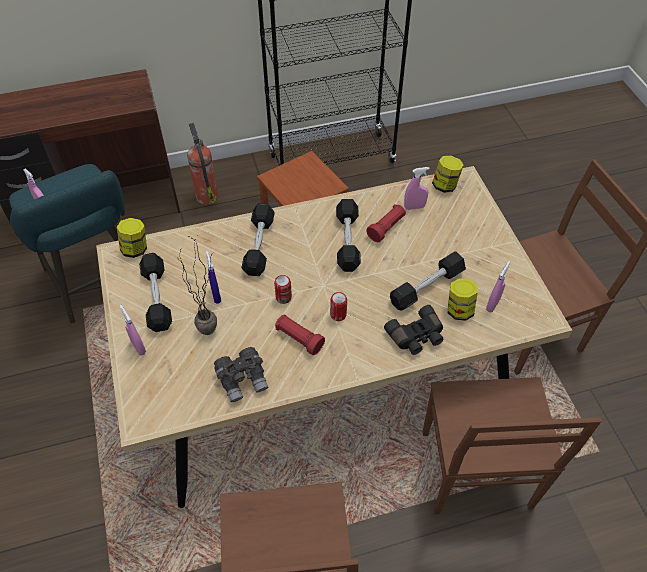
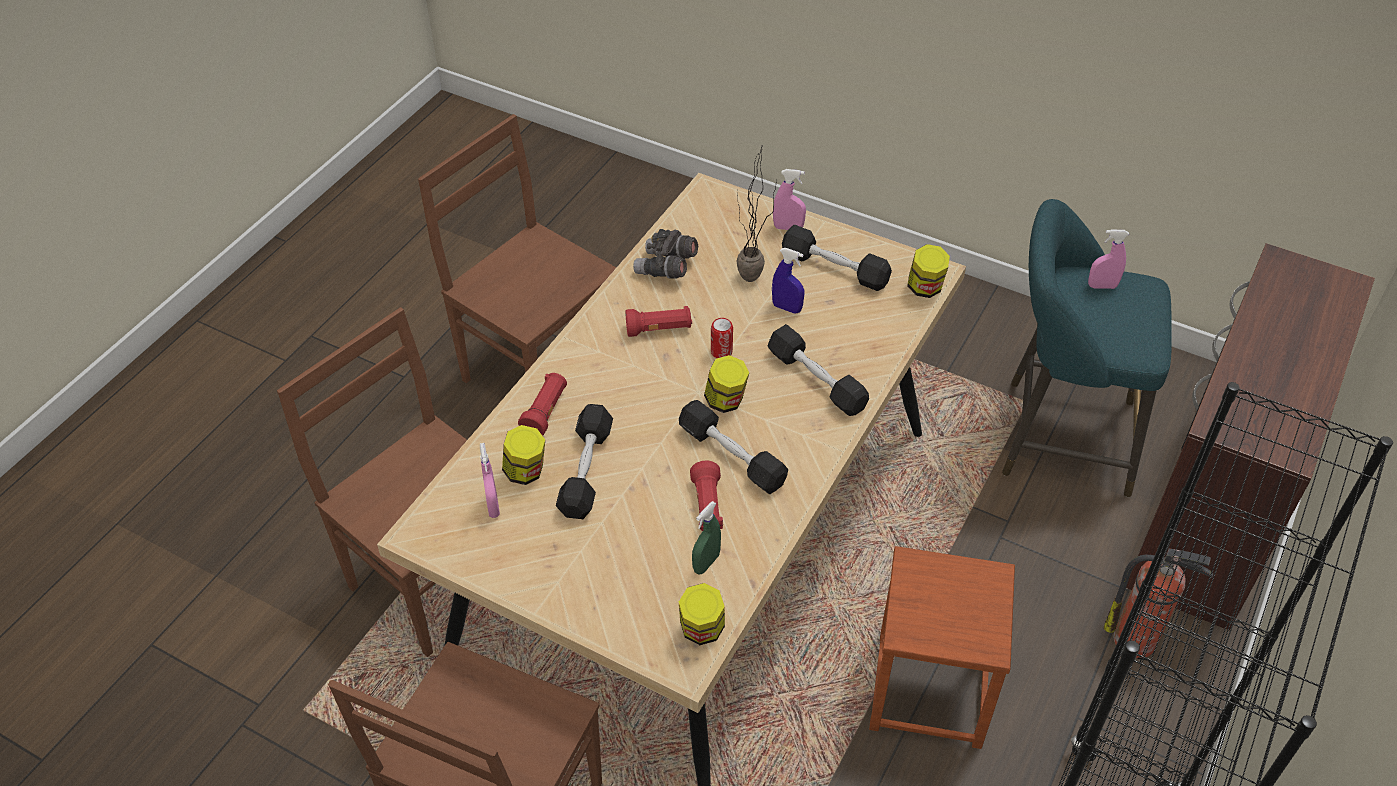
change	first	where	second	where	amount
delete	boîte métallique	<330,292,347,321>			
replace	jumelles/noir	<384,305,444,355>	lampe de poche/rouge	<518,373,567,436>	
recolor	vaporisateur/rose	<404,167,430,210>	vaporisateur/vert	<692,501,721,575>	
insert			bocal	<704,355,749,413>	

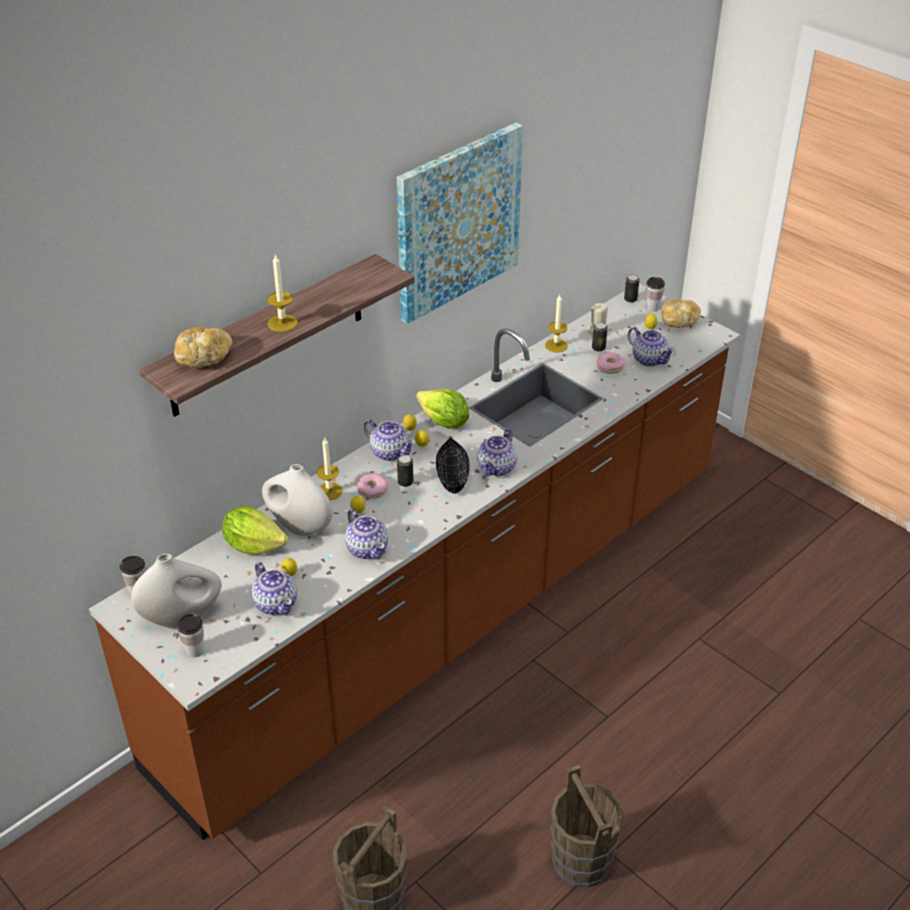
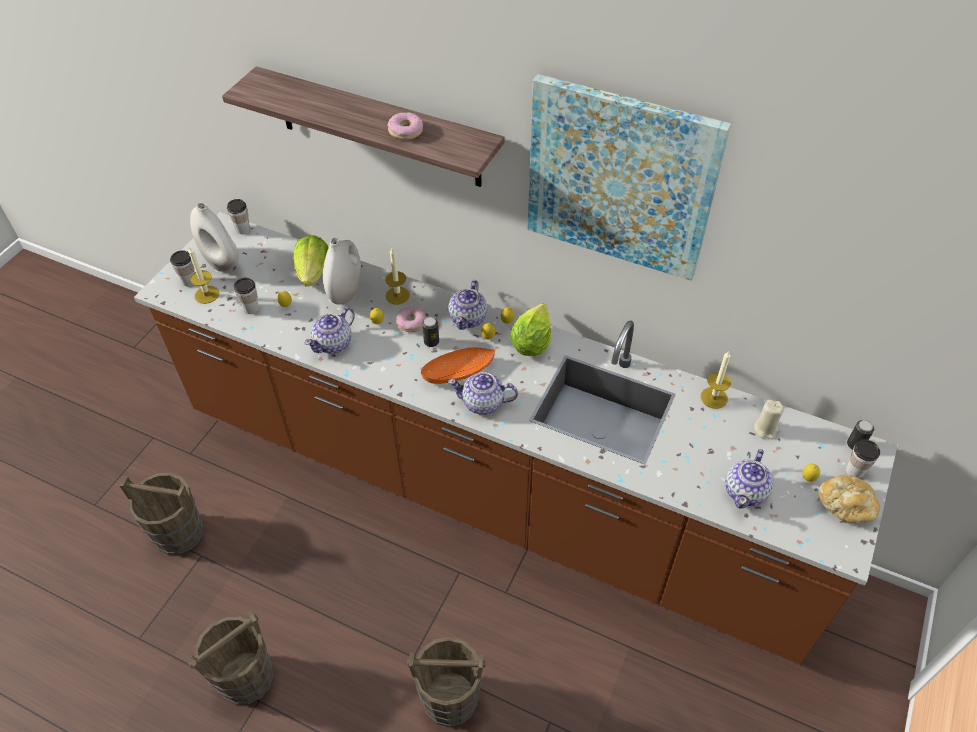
change	first	where	second	where	amount
delete	pain	<174,327,232,368>			
replace	théière	<251,562,297,615>	tasse	<234,278,259,314>	
move	bougie	<267,254,298,332>		<189,247,219,304>	
recolor	bol/noir	<436,437,470,494>	bol/orange	<421,347,495,384>	
delete	boîte métallique	<592,322,608,352>			
move	beignet	<597,352,625,374>		<388,112,423,140>	
insert			seau/marron	<407,637,486,727>	

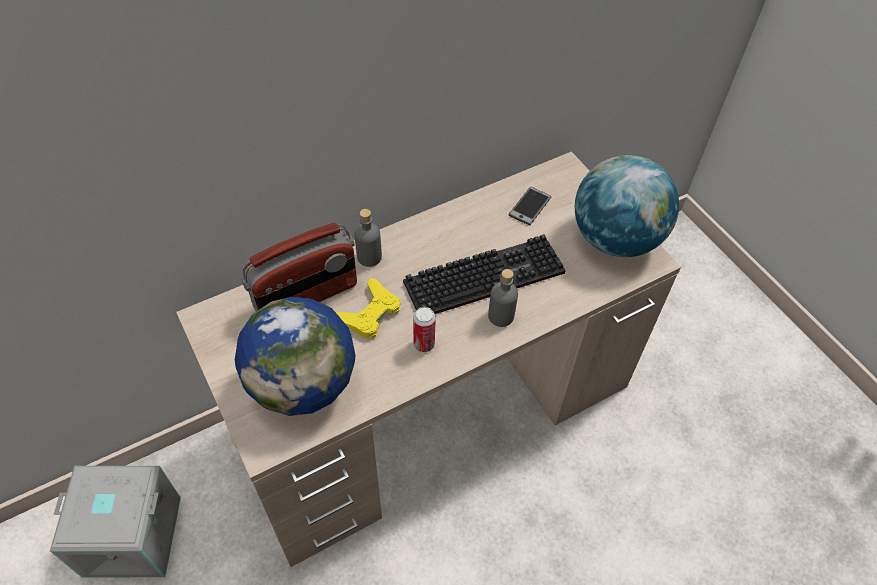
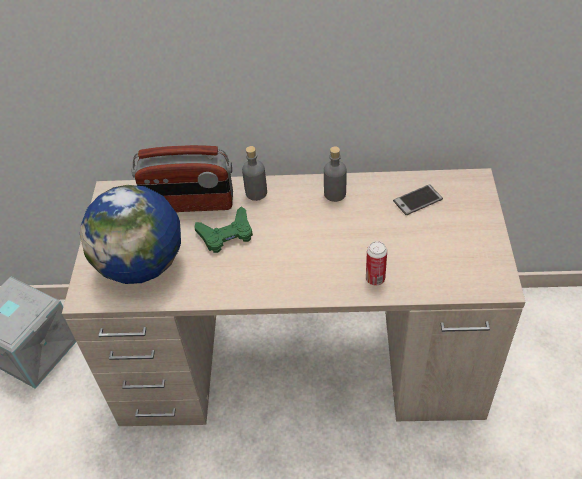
change	first	where	second	where	amount
recolor	manette/jaune	<337,278,401,338>	manette/vert	<194,206,253,253>	
delete	clavier	<403,234,566,314>			
move	boîte métallique	<413,307,436,352>		<366,241,387,286>	
move	bouteille/gris	<488,269,518,327>		<324,146,347,202>	
delete	globe	<575,155,679,257>			

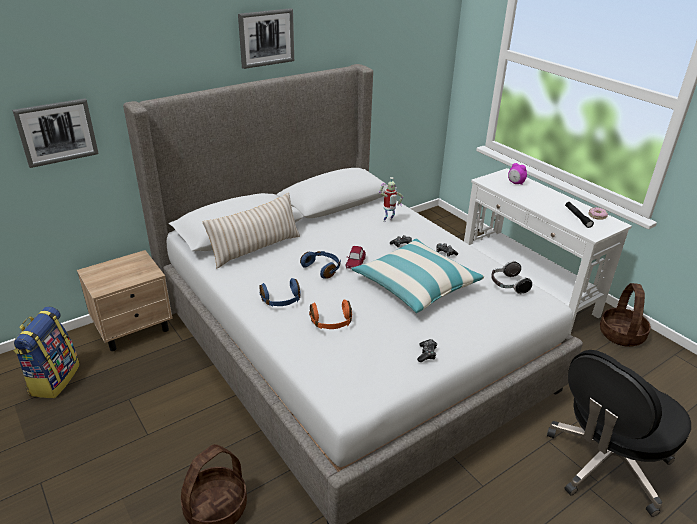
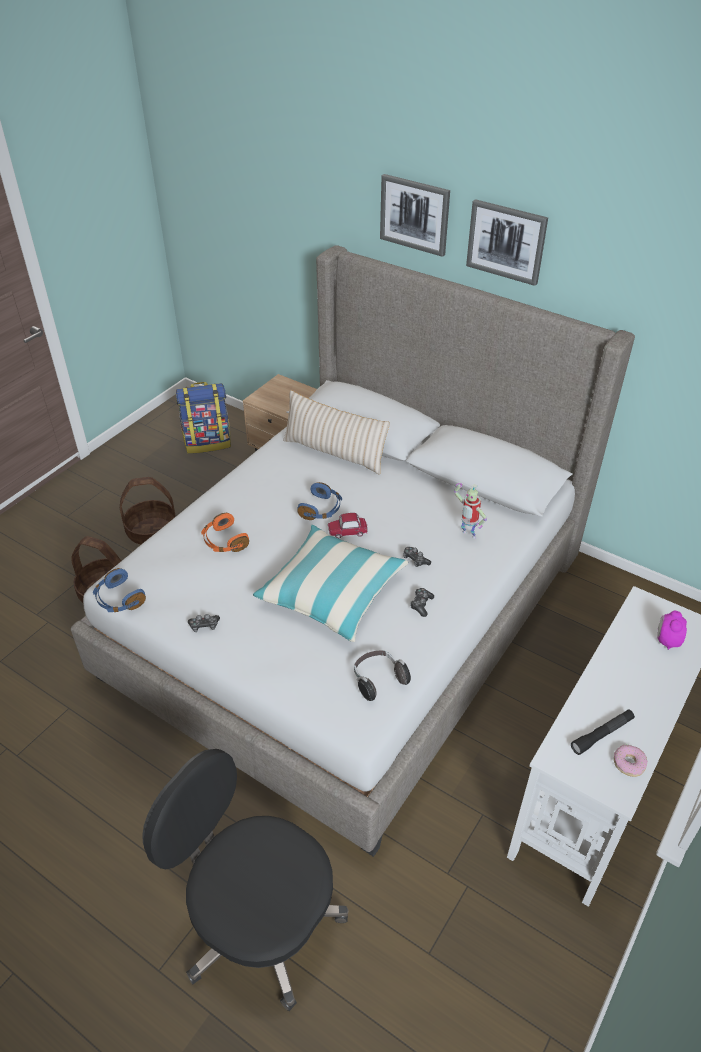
change	first	where	second	where	amount
move	tableau	<12,98,99,168>		<380,174,450,257>	
move	casque audio/bleu	<259,278,301,306>		<93,568,146,612>	
move	panier	<600,283,651,347>		<120,477,176,544>	

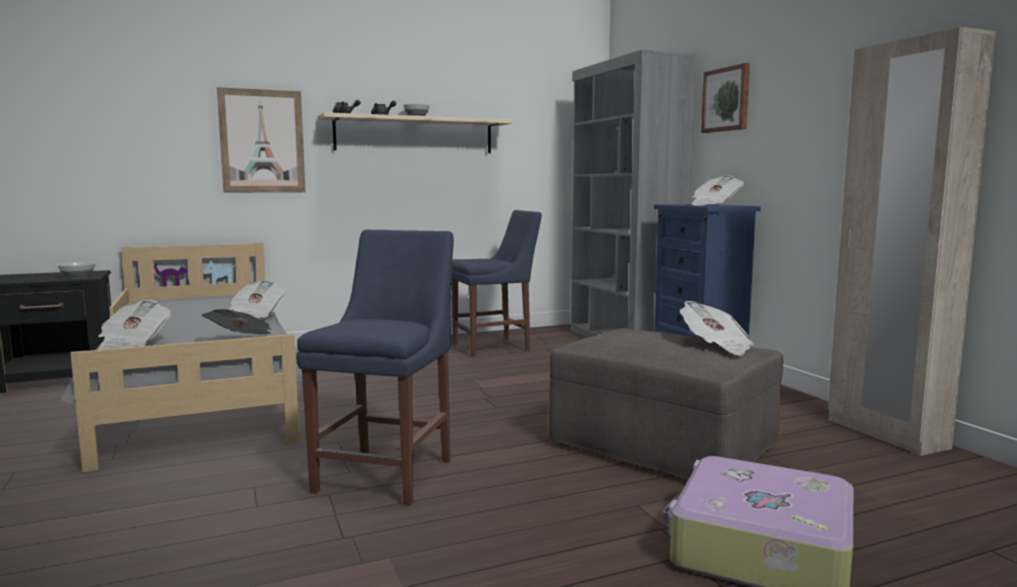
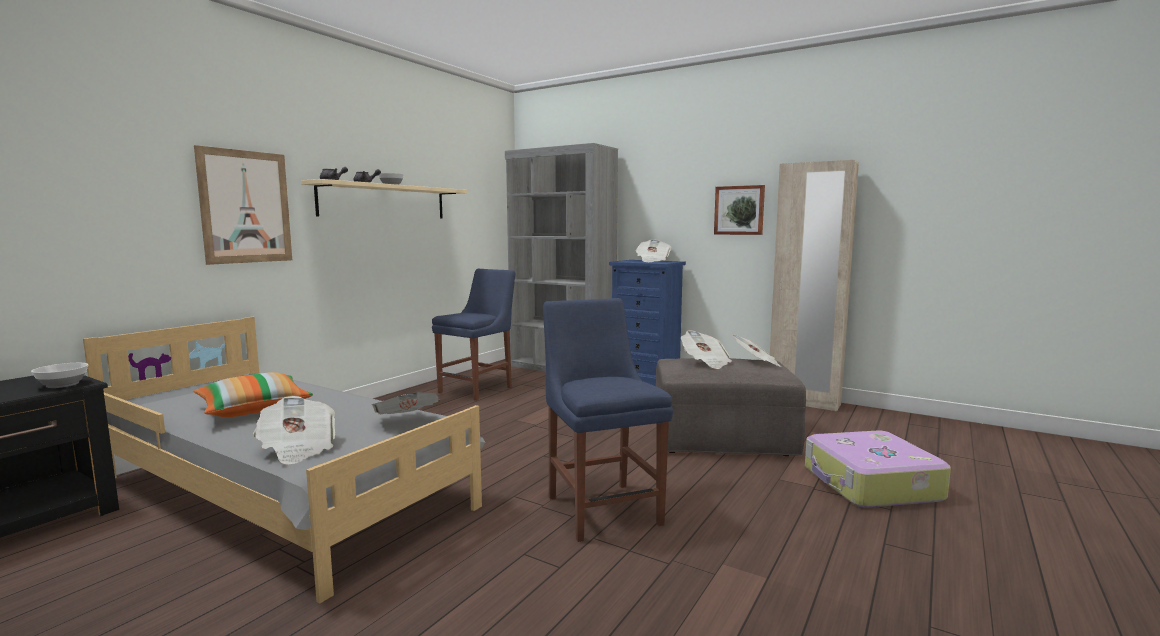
change	first	where	second	where	amount
move	journal	<229,280,286,318>		<681,330,732,369>	
move	tableau	<701,63,750,133>		<714,185,765,235>	
insert			coussin	<194,372,313,417>	

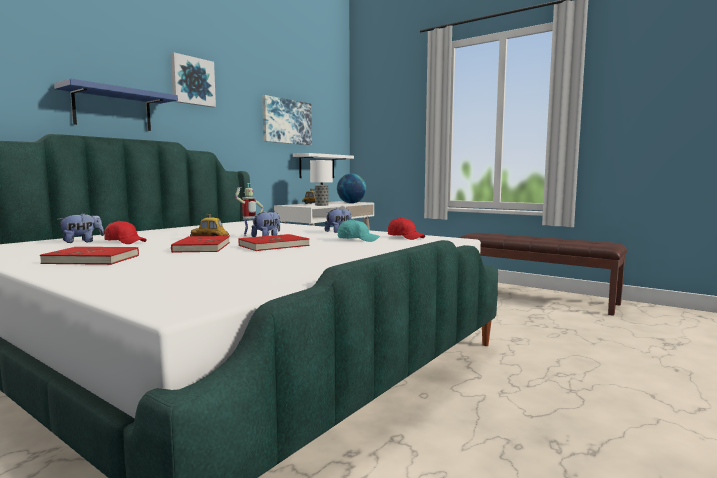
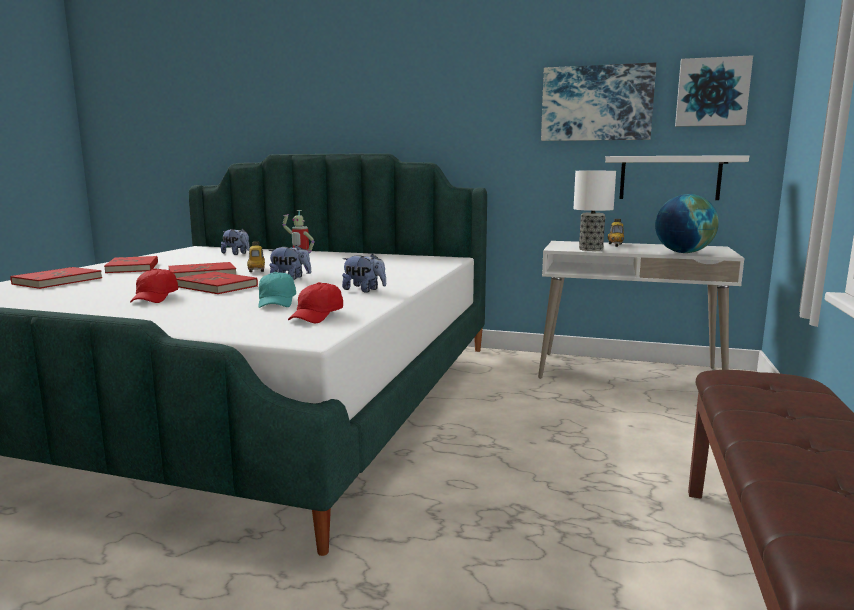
change	first	where	second	where	amount
delete	étagère/bleu	<54,78,178,131>			
move	casquette/rouge	<104,221,147,244>		<130,268,178,303>	
move	tableau	<171,52,216,107>		<675,55,753,127>	
insert			livre/rouge	<10,267,102,289>	

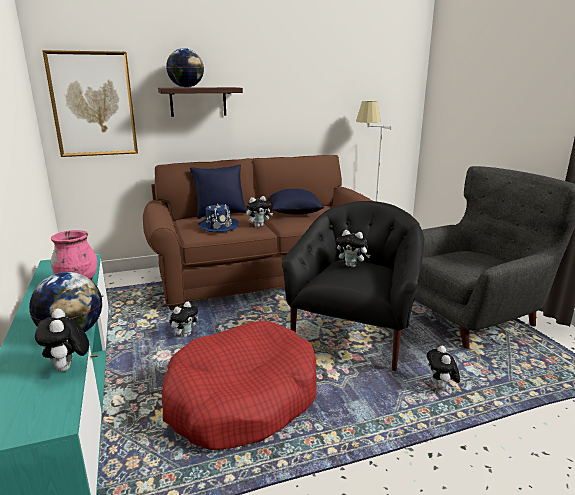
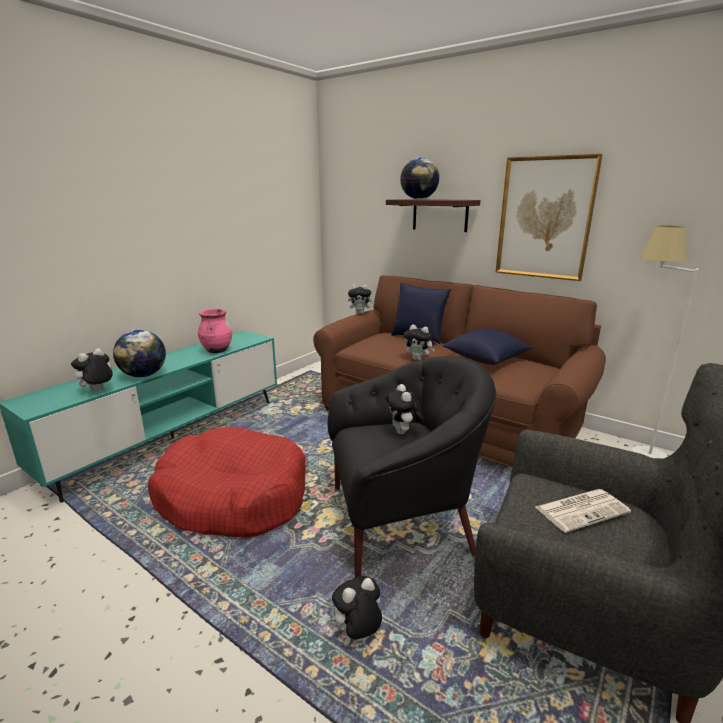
change	first	where	second	where	amount
move	tableau	<42,50,138,157>		<495,154,603,281>	
move	peluche	<169,301,198,338>		<348,285,375,314>	
delete	chapeau/bleu	<198,203,239,232>			
insert			journal	<536,489,631,533>	

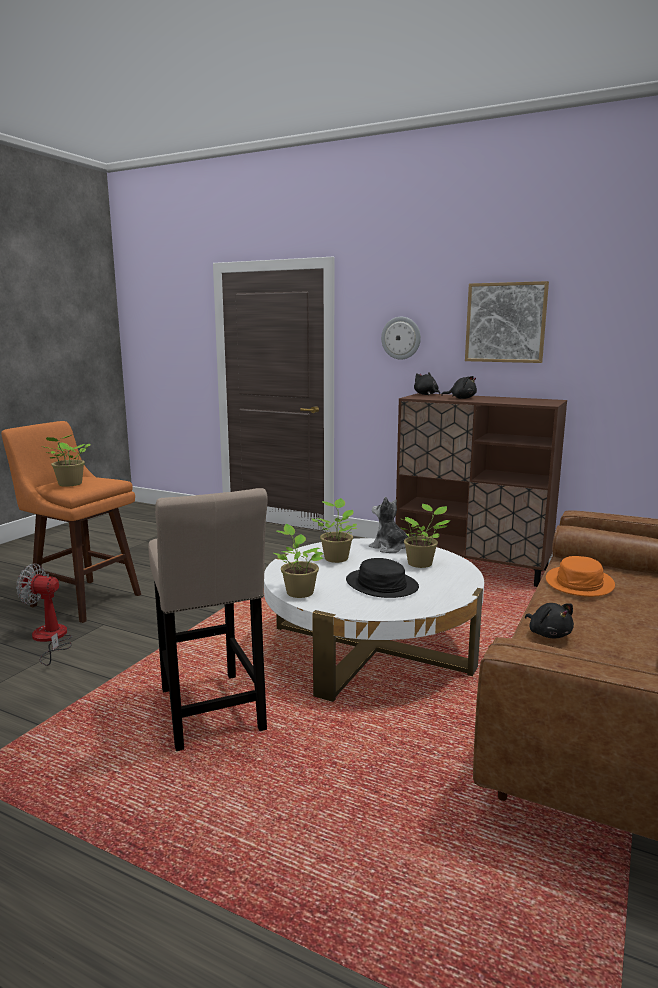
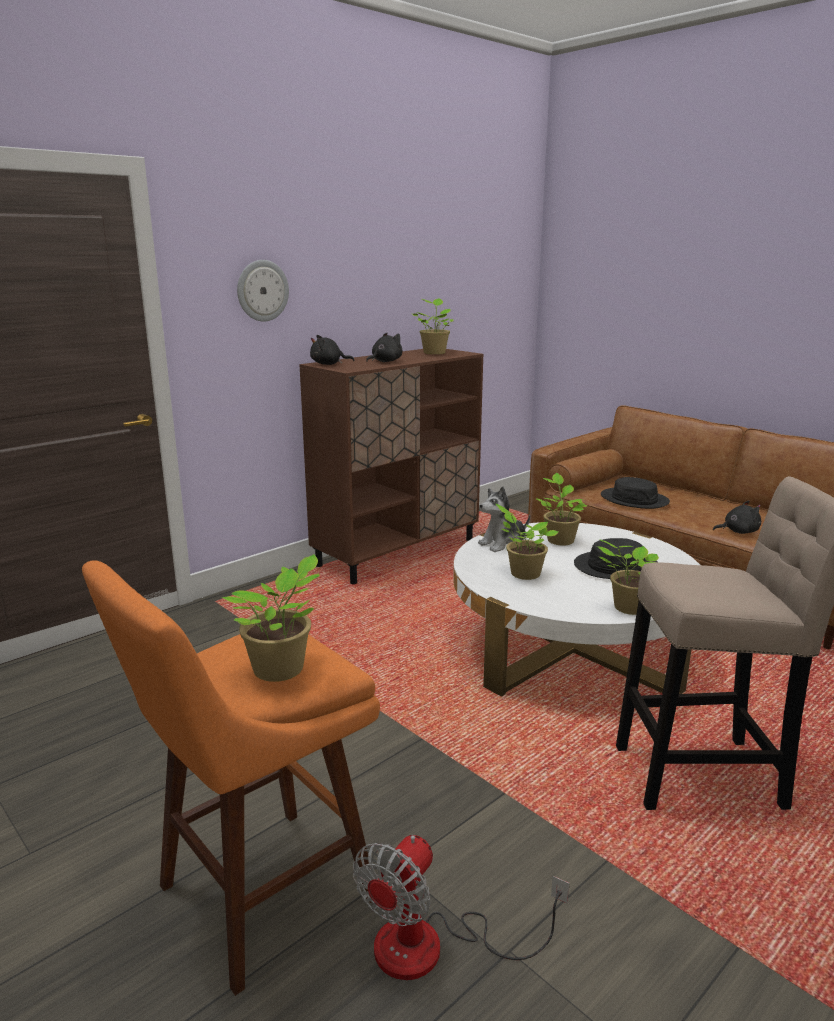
change	first	where	second	where	amount
delete	tableau	<465,281,549,363>			
recolor	chapeau/orange	<546,556,615,597>	chapeau/noir	<601,477,670,509>	
insert			plante en pot	<412,298,453,354>	

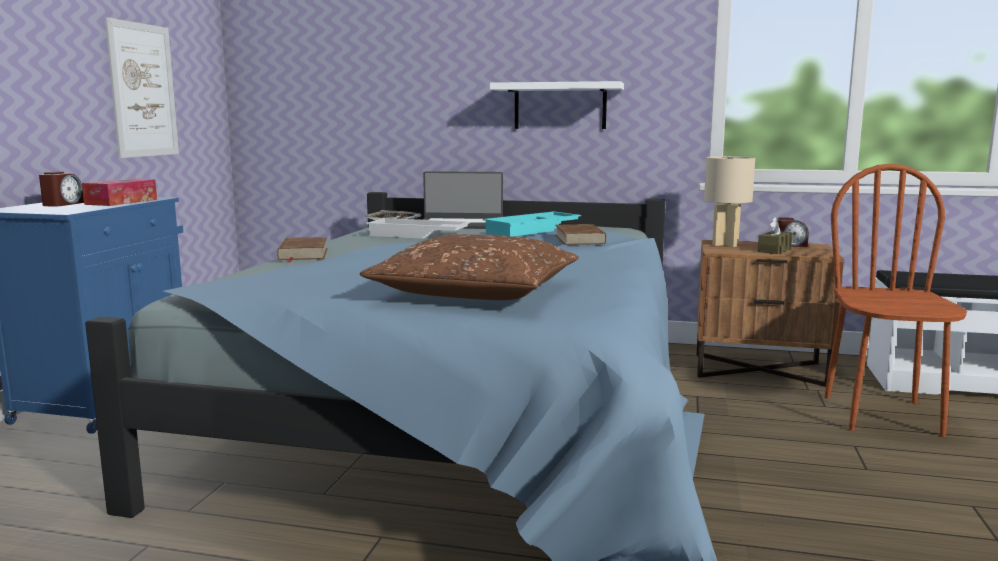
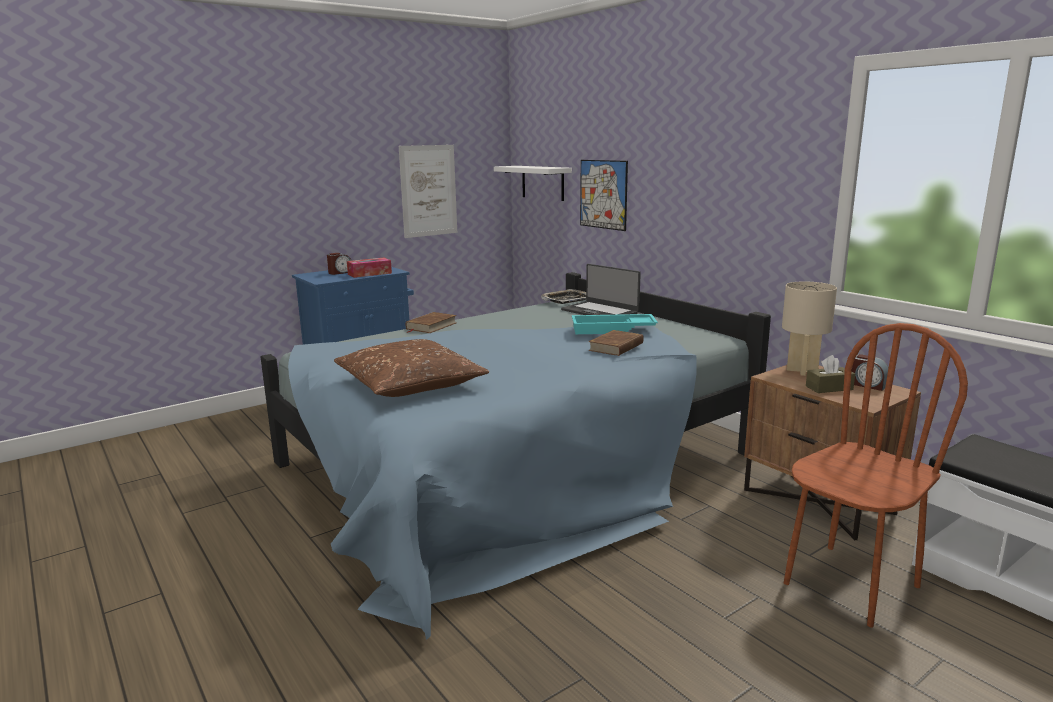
change	first	where	second	where	amount
delete	plateau/blanc	<366,218,470,239>			
move	étagère/blanc	<490,81,624,129>		<494,166,572,201>	
insert			tableau	<580,160,628,231>	

